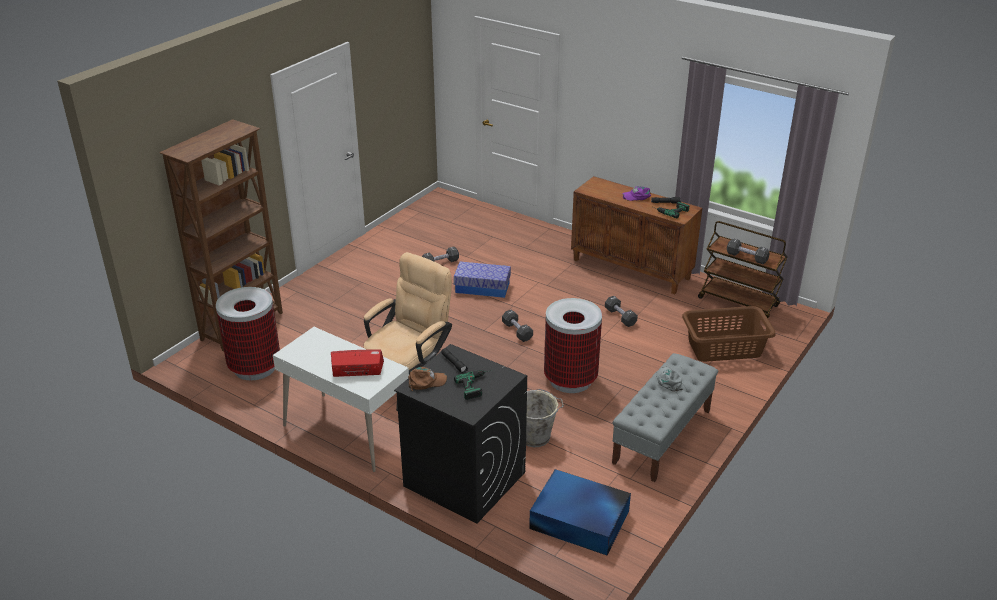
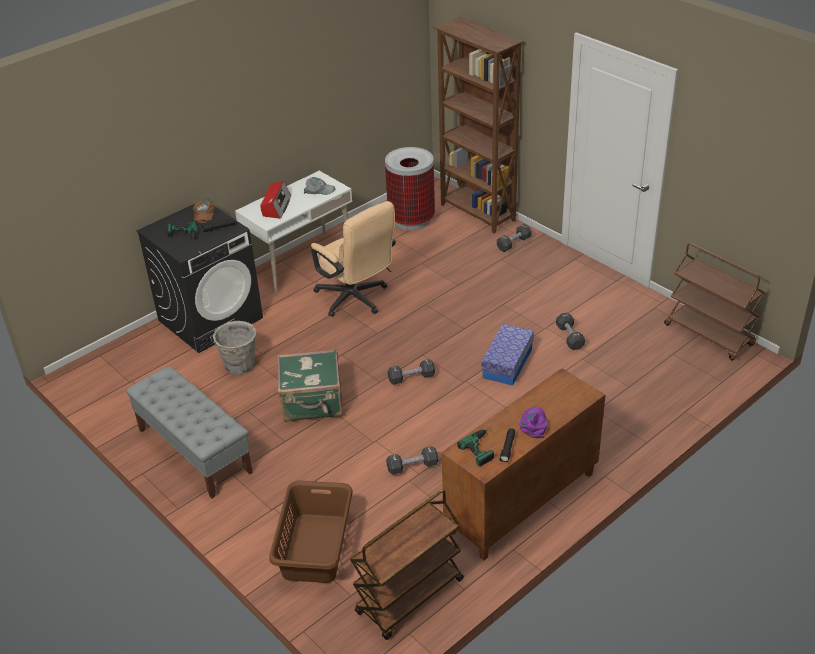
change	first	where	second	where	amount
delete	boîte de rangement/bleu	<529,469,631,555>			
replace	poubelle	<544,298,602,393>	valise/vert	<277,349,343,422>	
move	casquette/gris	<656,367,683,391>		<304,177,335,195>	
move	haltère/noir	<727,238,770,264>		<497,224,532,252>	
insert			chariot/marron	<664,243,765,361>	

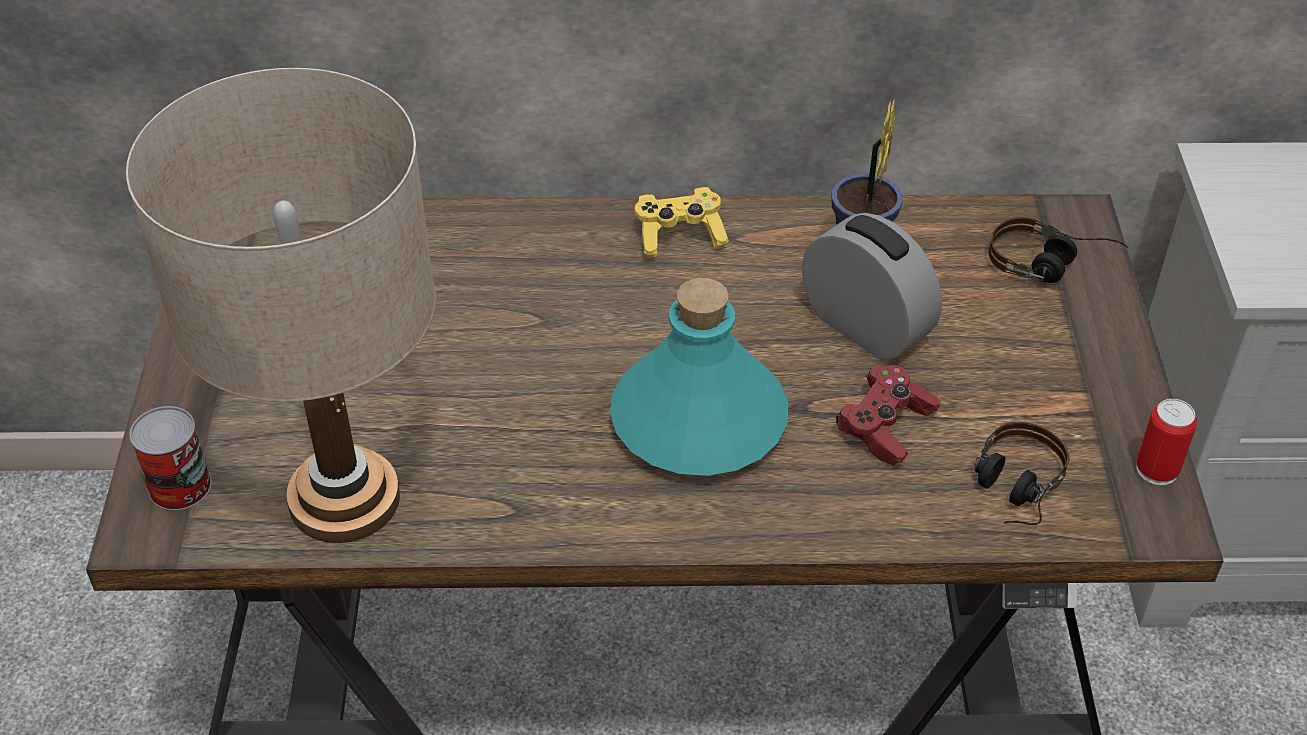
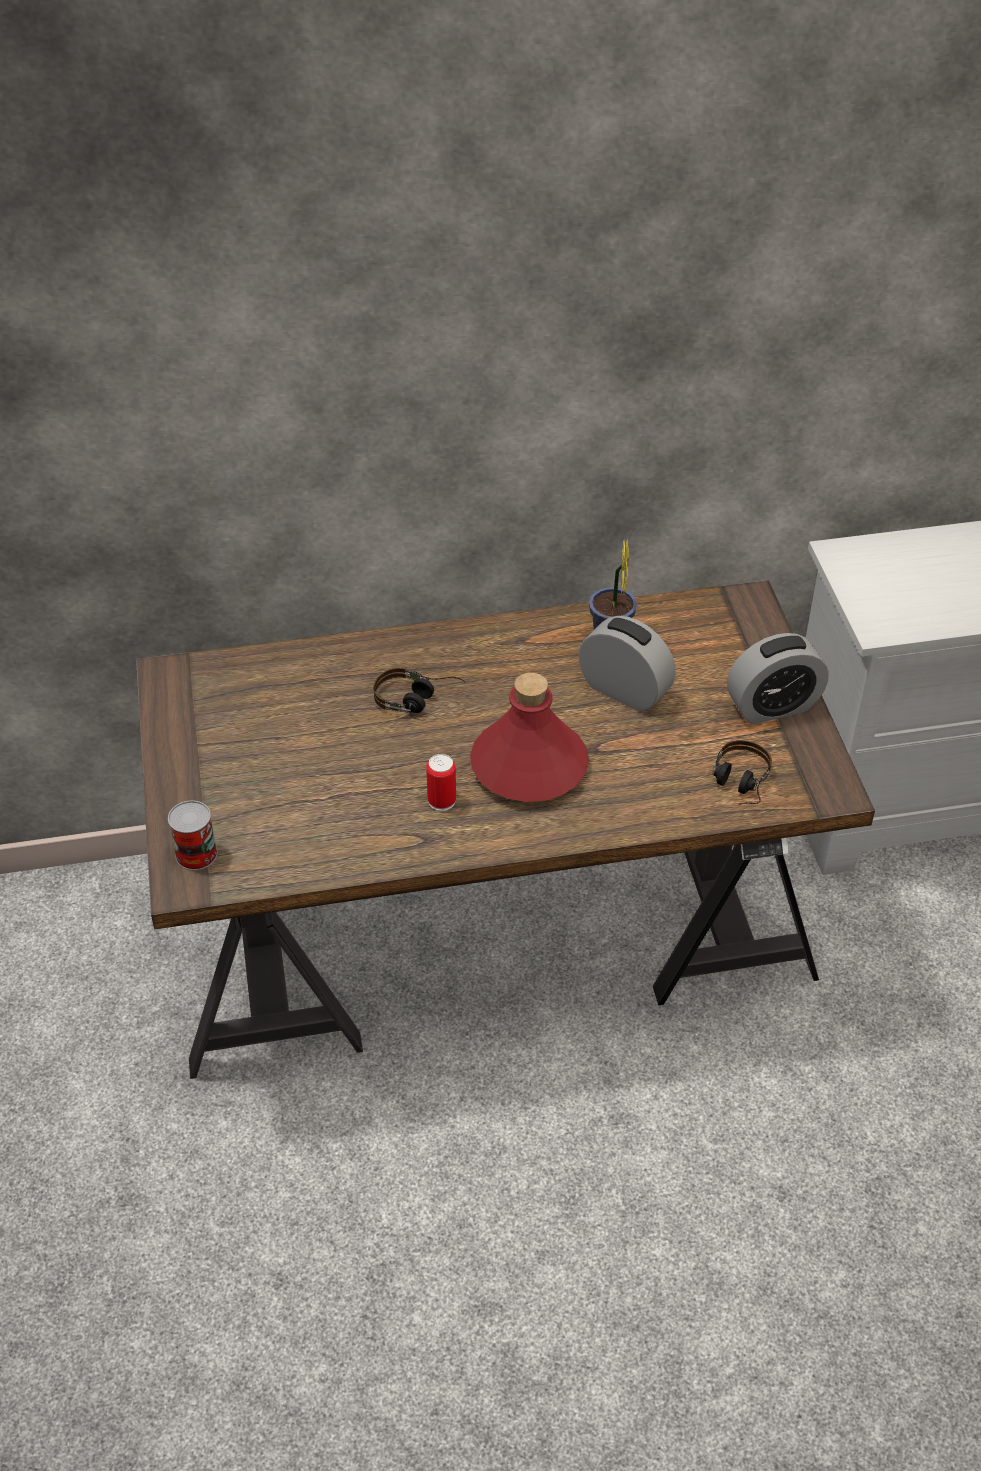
change	first	where	second	where	amount
delete	lampe de table/beige	<126,68,436,543>			
recolor	bouteille/turquoise	<610,278,788,476>	bouteille/rouge	<470,673,589,802>	
delete	manette/jaune	<635,187,729,258>			
delete	manette/rouge	<836,365,940,466>			
move	casque audio	<988,217,1128,283>		<373,668,466,713>	
move	boîte métallique	<1136,399,1197,485>		<426,754,456,811>	
insert			réveil	<727,633,829,724>	

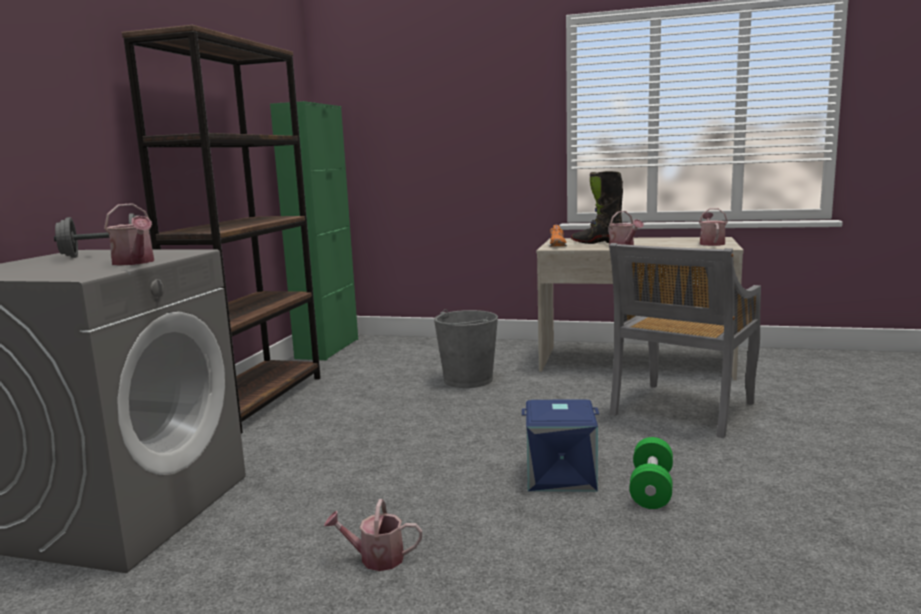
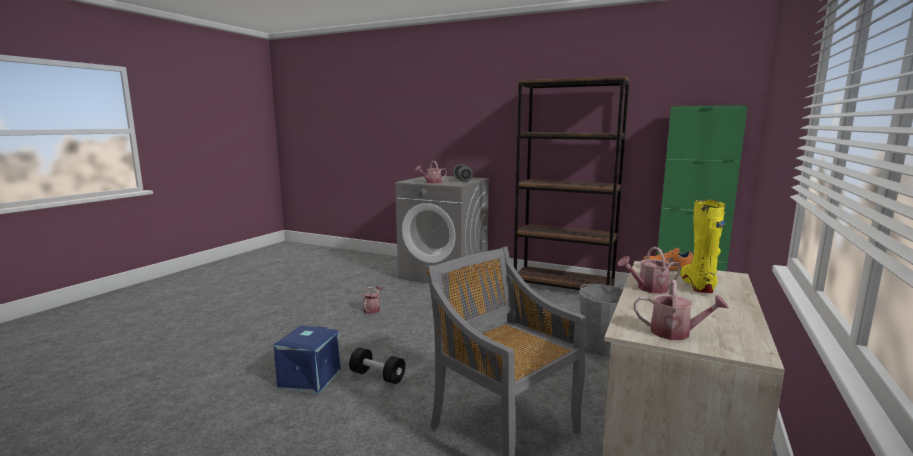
change	first	where	second	where	amount
move	boîte de rangement/bleu	<522,399,599,492>		<273,325,341,394>	
recolor	botte/noir	<571,171,623,244>	botte/jaune	<680,200,725,293>	
recolor	haltère/vert	<629,437,673,509>	haltère/noir	<349,347,406,384>	

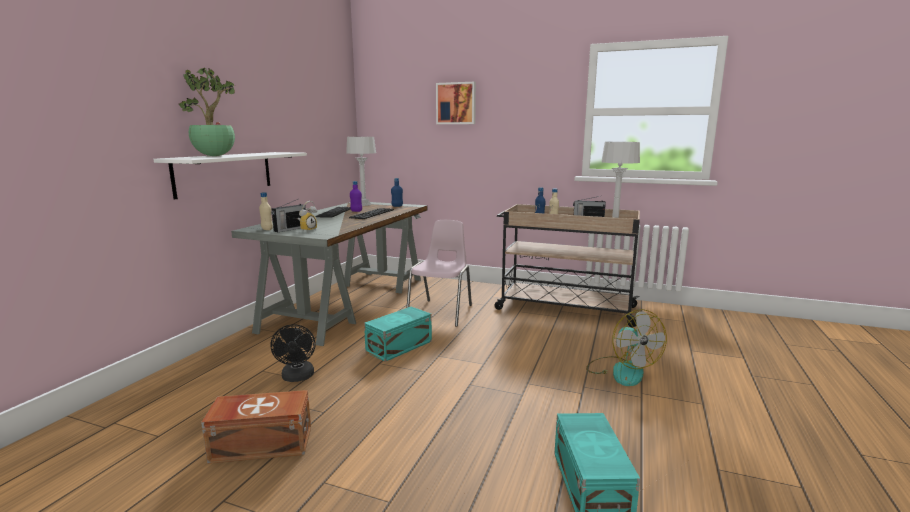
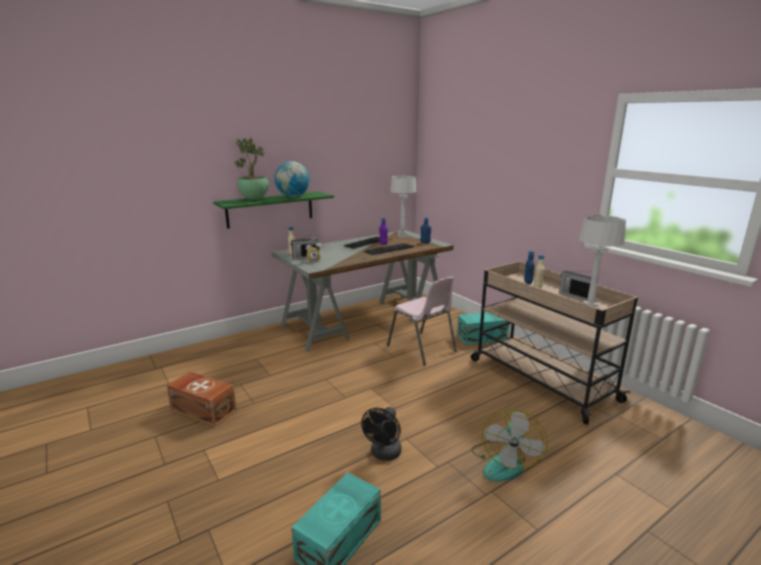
change	first	where	second	where	amount
recolor	étagère/blanc	<153,152,307,200>	étagère/vert	<213,191,334,229>	
move	ventilateur/noir	<271,324,315,382>		<361,407,402,461>	
move	boîte de rangement/turquoise	<364,307,432,362>		<457,312,509,345>	
rotate	chaise/rose	<406,220,472,327>		<387,277,457,365>	90 degrees clockwise
delete	tableau	<436,82,476,124>			
insert			globe	<275,161,310,197>	

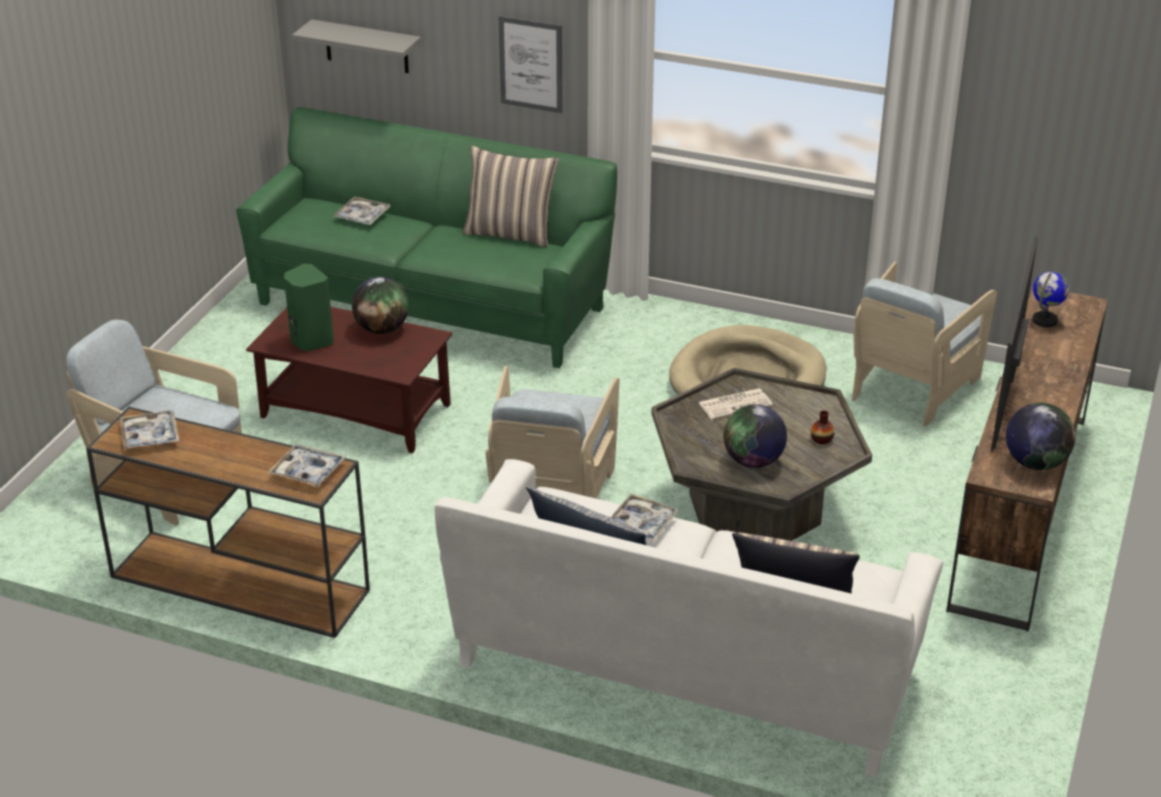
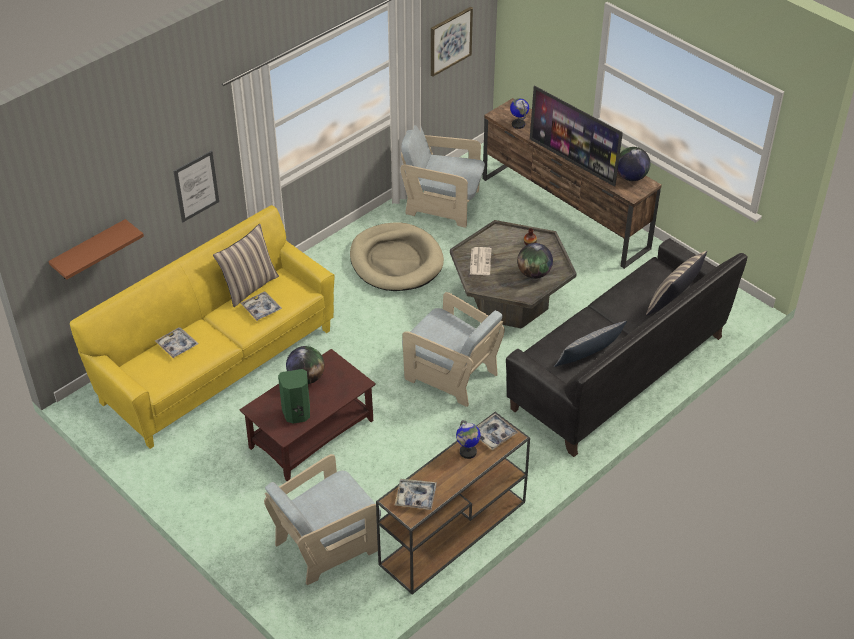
change	first	where	second	where	amount
recolor	canapé/vert	<236,107,617,368>	canapé/jaune	<70,205,334,449>	
recolor	étagère/gris	<292,19,421,73>	étagère/marron	<48,219,144,280>	
recolor	canapé/blanc	<435,459,943,778>	canapé/noir	<506,238,748,457>	
move	plateau	<611,494,678,542>		<240,291,282,321>	
rotate	fauteuil/beige	<852,261,997,426>		<400,125,485,228>	135 degrees clockwise
insert			tableau	<431,7,473,76>	
insert			globe	<456,420,481,459>	

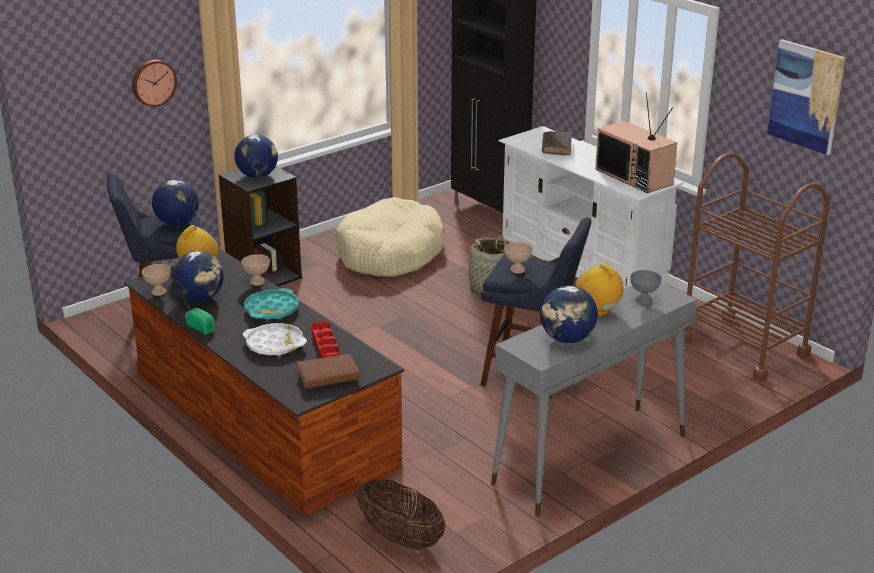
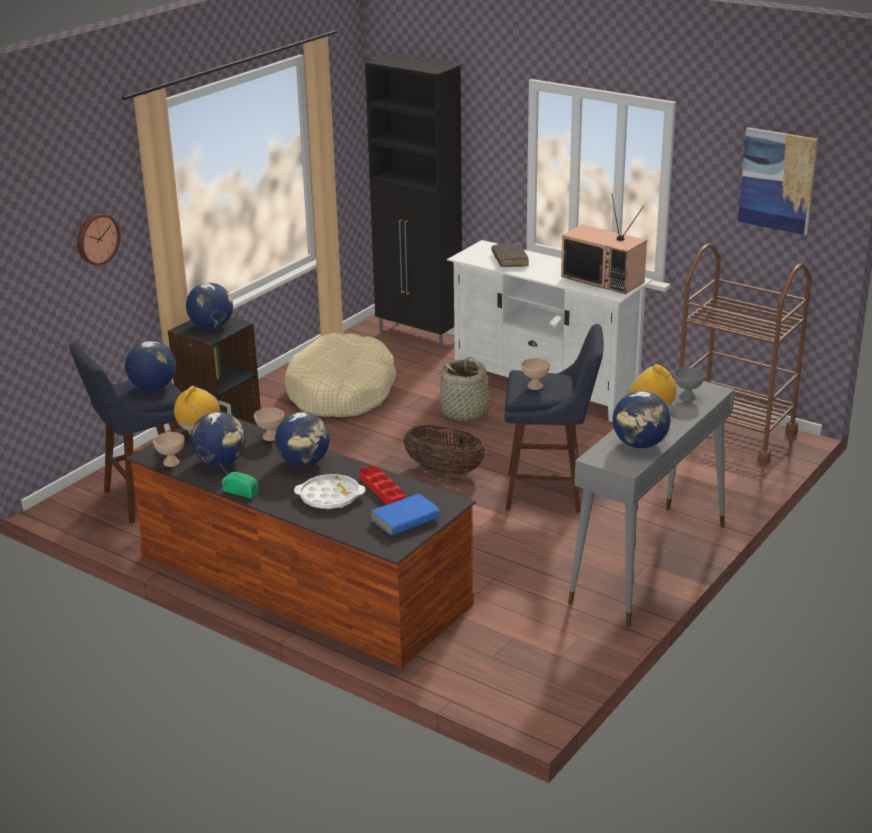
change	first	where	second	where	amount
replace	plateau/turquoise	<244,288,299,320>	globe	<275,412,330,466>	
recolor	livre/marron	<297,354,359,389>	livre/bleu	<371,494,440,535>	
move	panier	<357,478,446,550>		<404,425,486,475>	

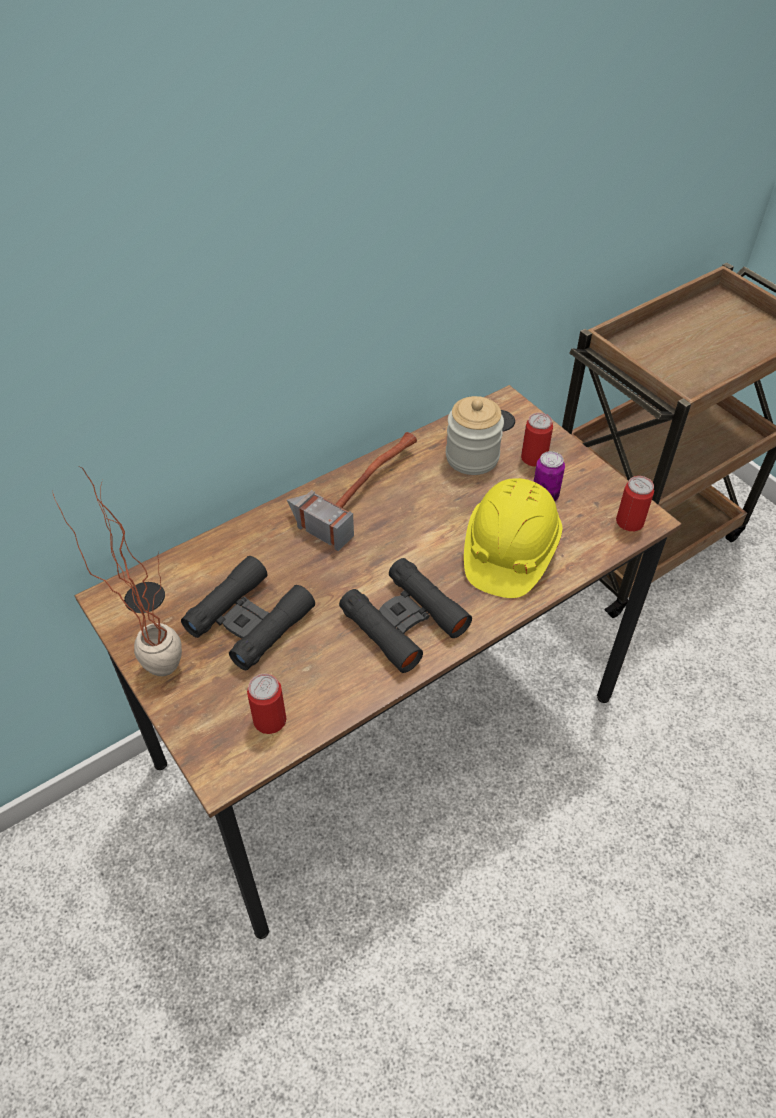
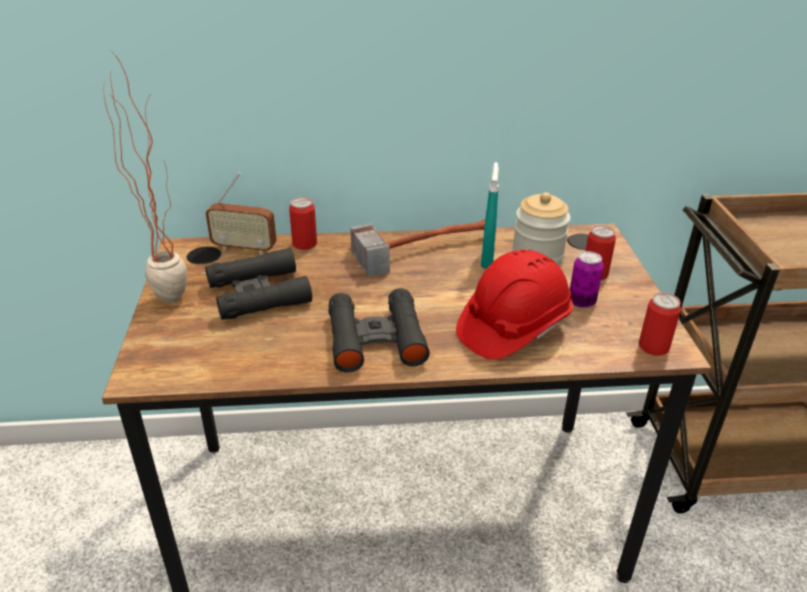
change	first	where	second	where	amount
move	boîte métallique	<247,674,287,734>		<289,197,317,250>	
recolor	casque de chantier/jaune	<464,478,562,598>	casque de chantier/rouge	<456,250,573,359>	
insert			radio	<206,173,276,255>	
insert			vaporisateur/turquoise	<481,162,499,269>	

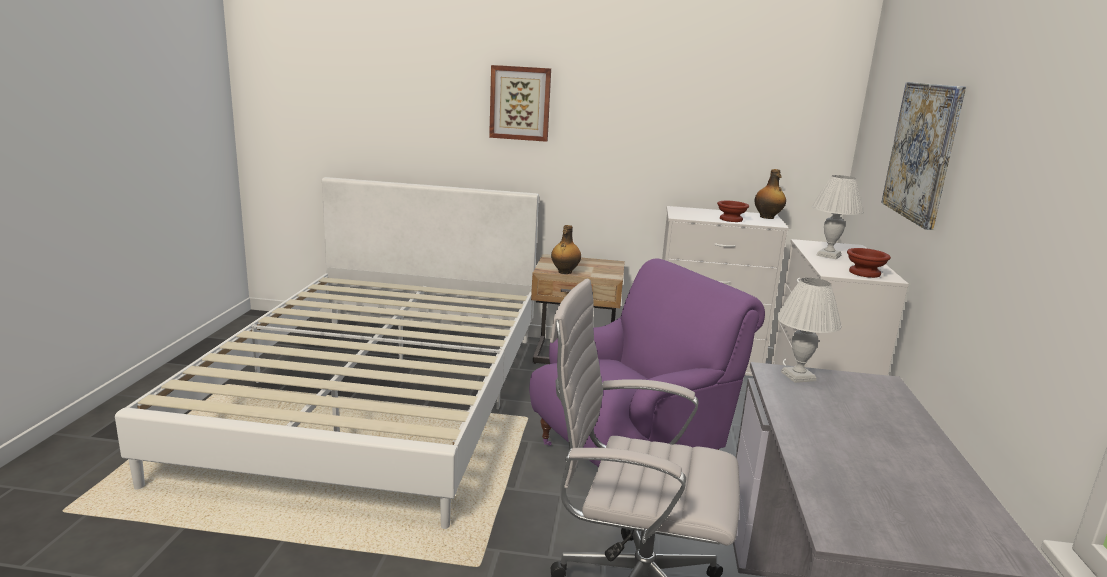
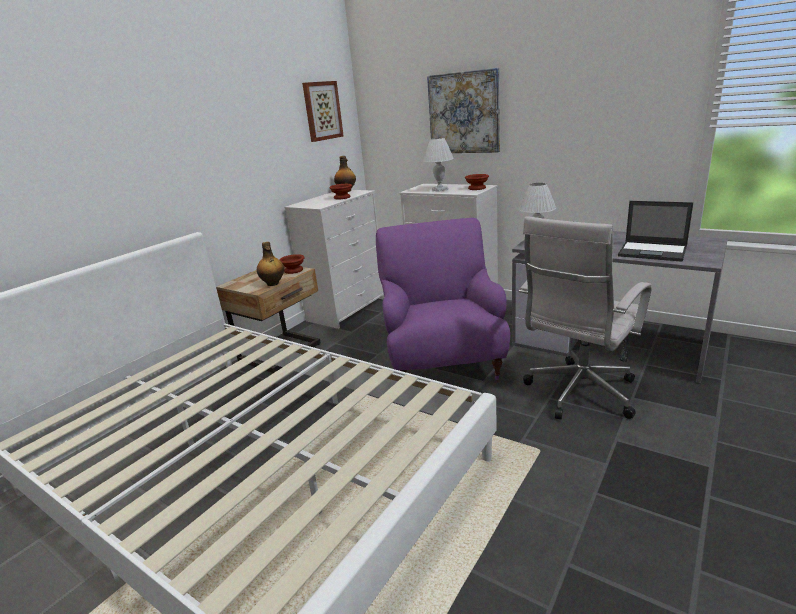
change	first	where	second	where	amount
move	tableau	<489,65,551,142>		<302,81,344,142>	
insert			bol/marron	<279,254,305,274>	
insert			ordinateur portable	<618,201,693,262>	

